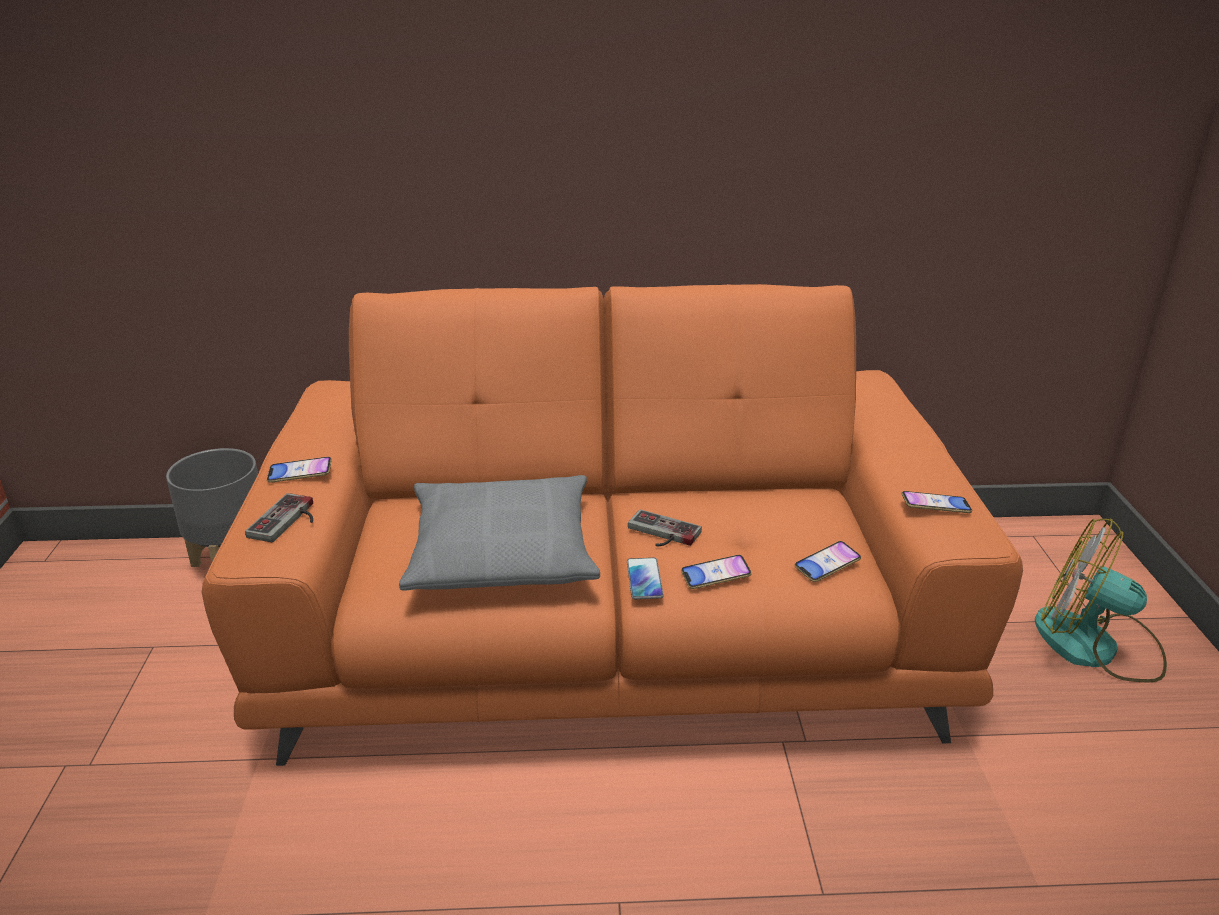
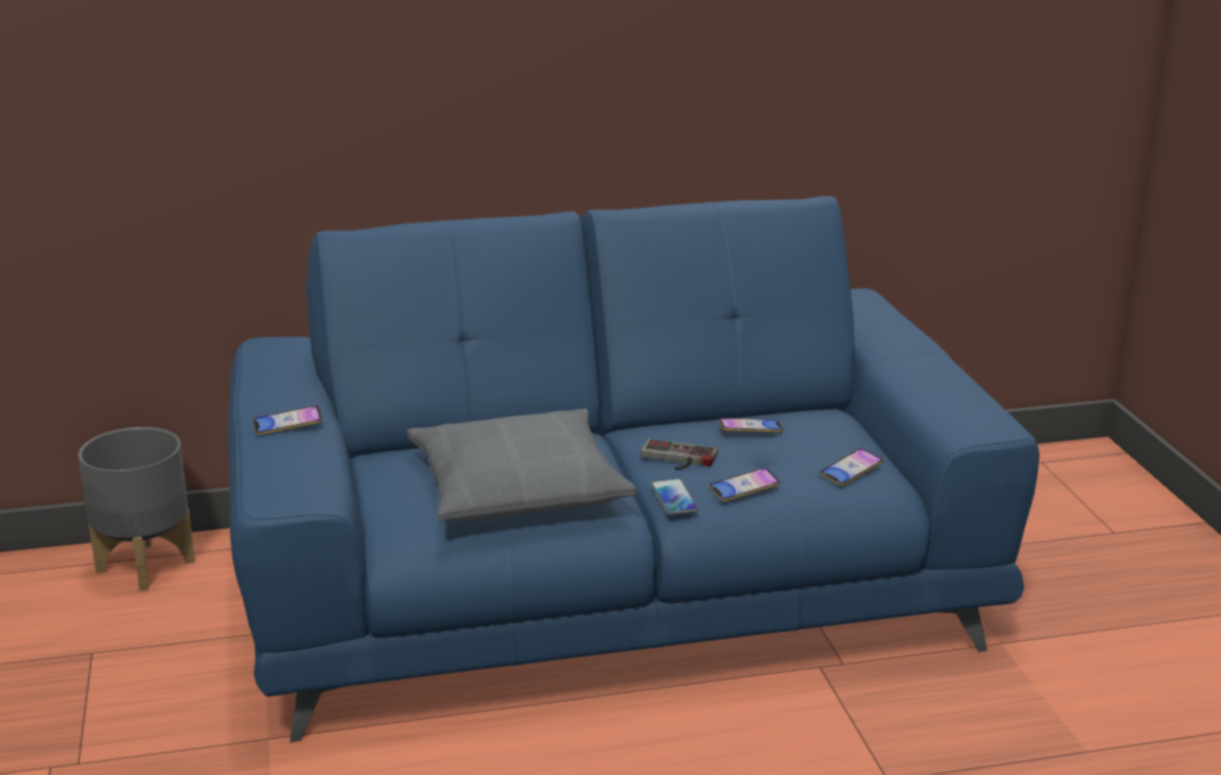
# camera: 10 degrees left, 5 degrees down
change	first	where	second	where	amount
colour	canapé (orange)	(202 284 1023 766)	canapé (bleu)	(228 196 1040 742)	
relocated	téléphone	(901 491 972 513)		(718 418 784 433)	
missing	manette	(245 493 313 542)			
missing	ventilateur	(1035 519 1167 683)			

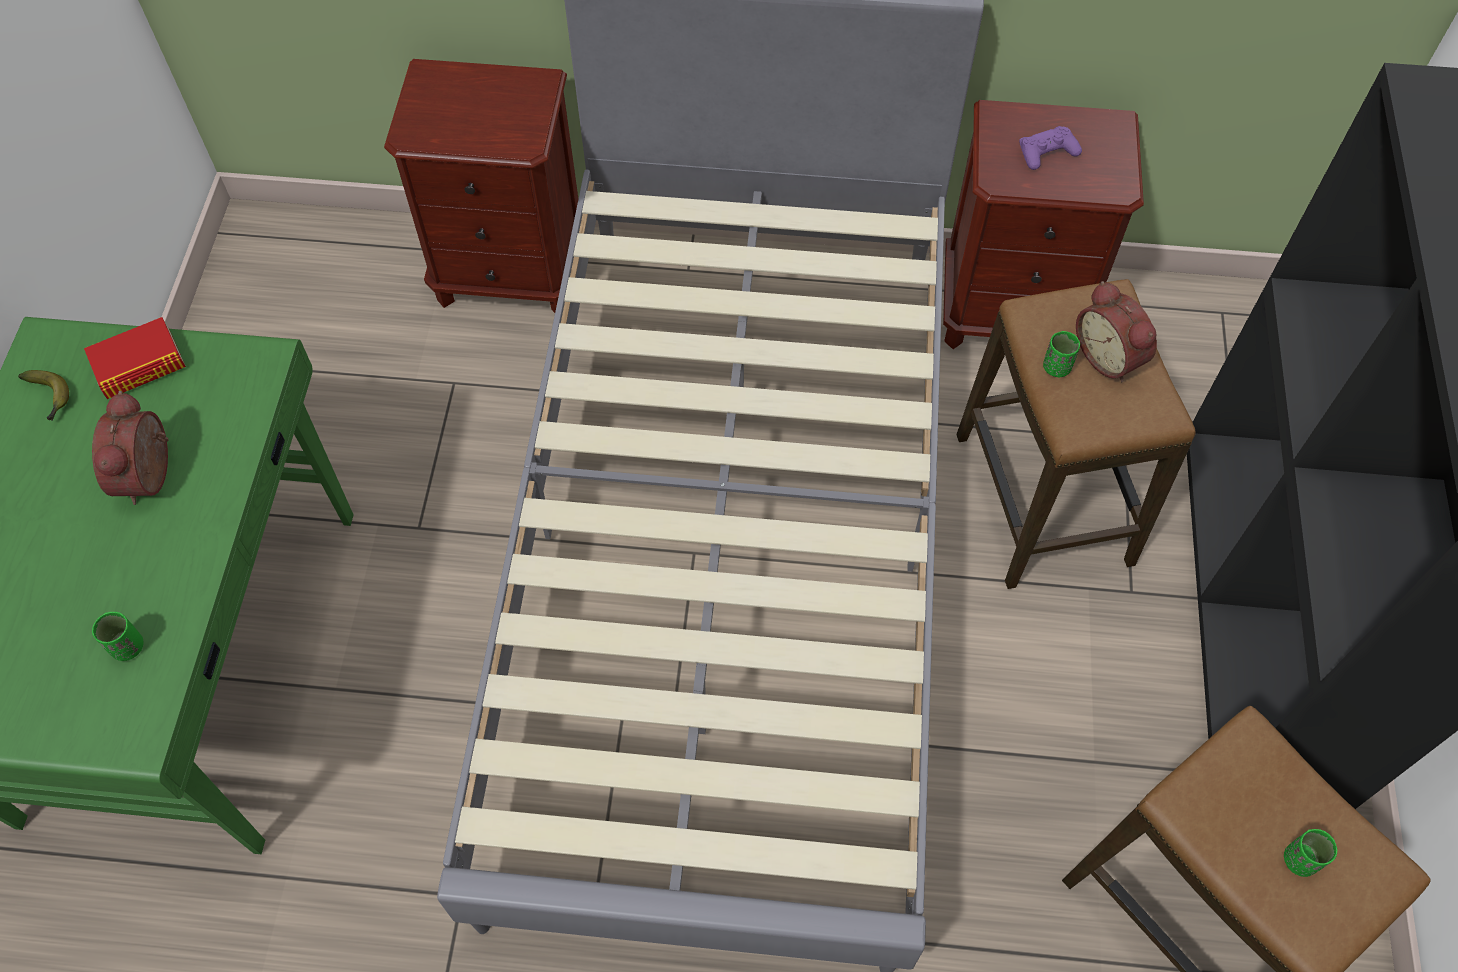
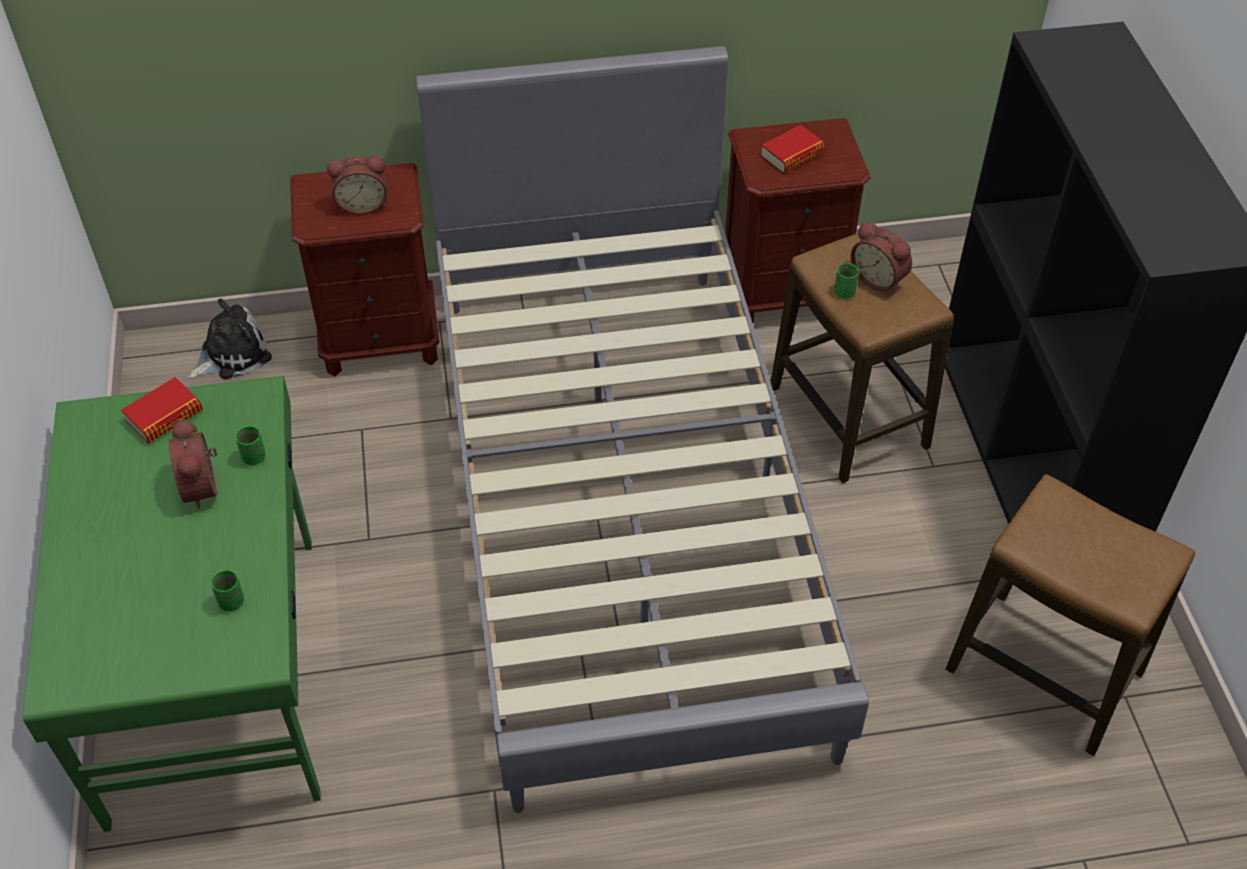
# camera: 15 degrees left, 10 degrees down
change	first	where	second	where	amount
exchanged	manette (violet)	(1019 126 1082 170)	livre	(761 125 825 173)	
missing	banane	(18 370 69 421)			
relocated	tasse (vert)	(1284 829 1337 877)		(235 426 266 465)	
appeared			réveil	(327 156 387 215)	
appeared			peluche	(188 299 272 379)	

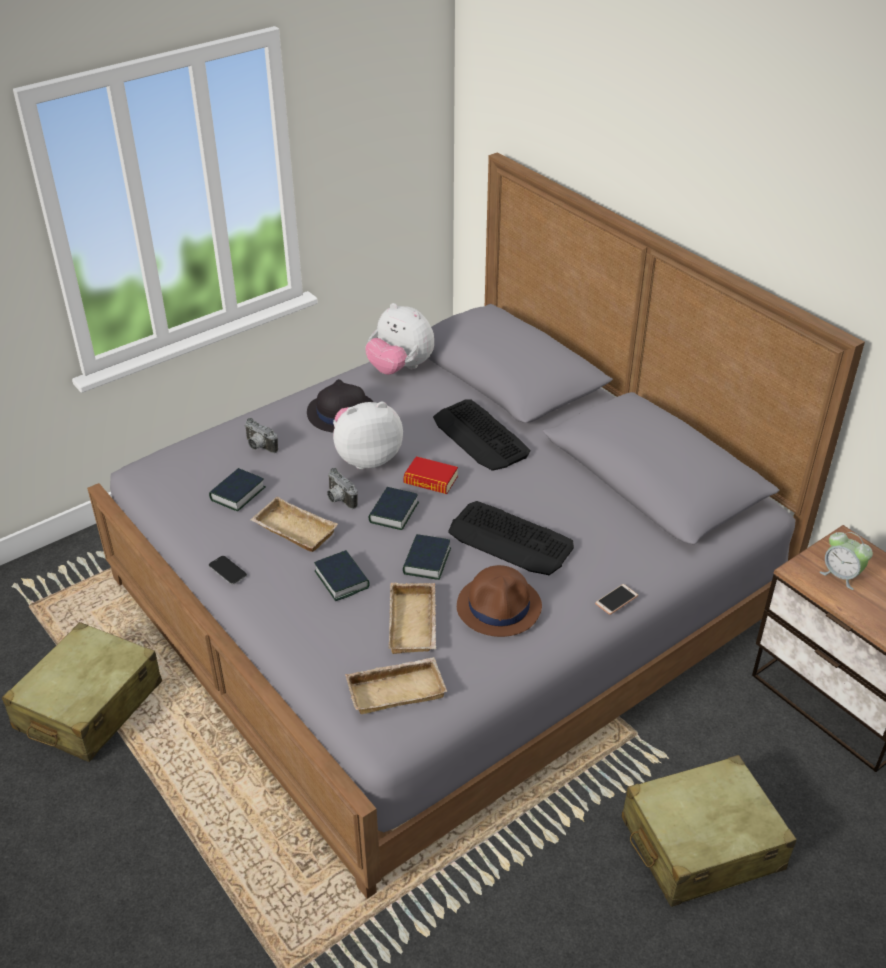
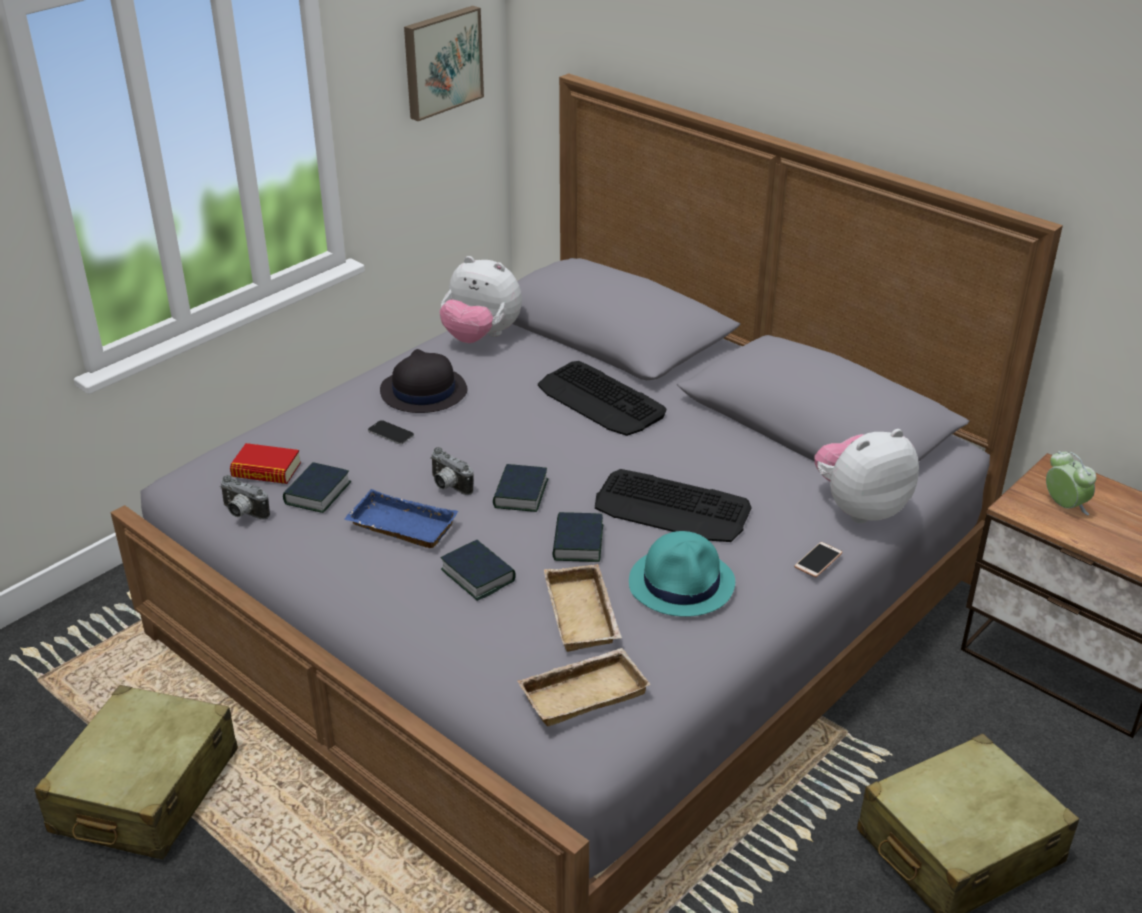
# camera: 10 degrees left, 5 degrees down
change	first	where	second	where	amount
relocated	peluche	(333 402 403 469)		(814 429 919 523)	
relocated	appareil photo	(244 418 278 453)		(220 475 270 520)	
relocated	livre	(403 456 458 494)		(230 443 301 484)	
colour	plateau (beige)	(250 496 338 552)	plateau (bleu)	(344 489 458 548)	
spun	réveil	(820 532 873 590)		(1046 451 1096 515)	150 degrees counterclockwise
relocated	téléphone	(209 556 247 585)		(368 420 414 444)	
colour	chapeau (marron)	(457 565 542 637)	chapeau (turquoise)	(629 531 735 617)	
appeared			tableau	(404 6 484 121)	

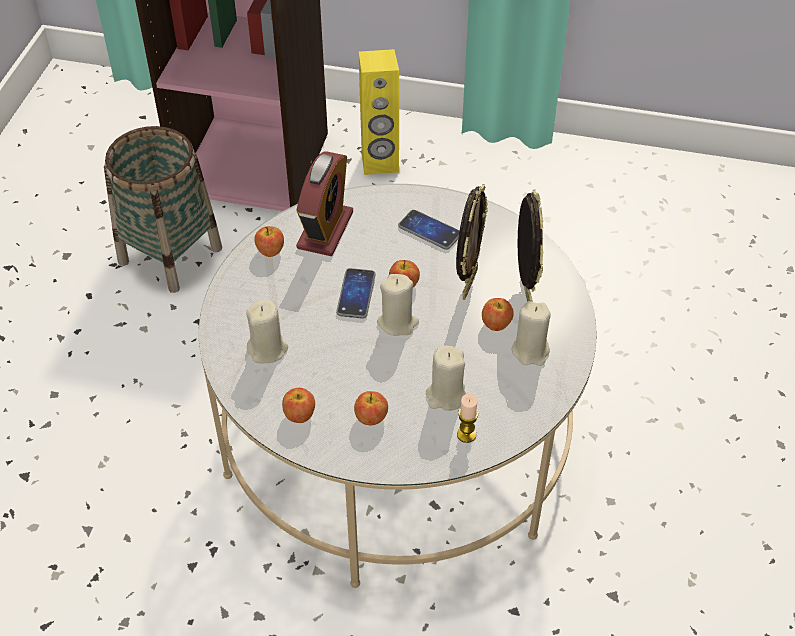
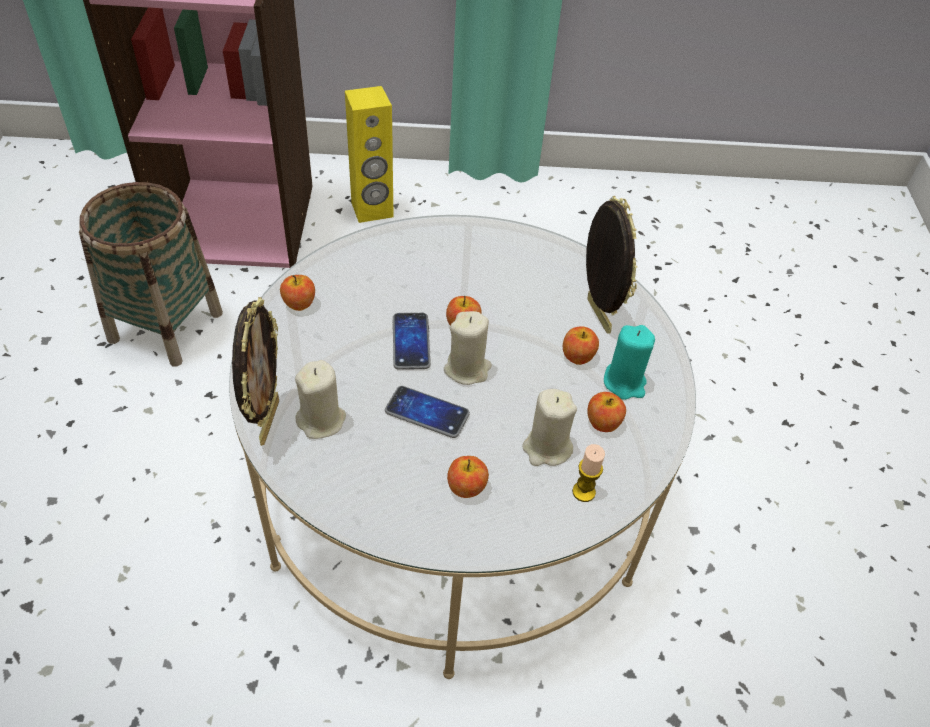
# camera: 15 degrees left, 0 degrees up
change	first	where	second	where	amount
missing	réveil	(296 152 353 256)			
relocated	cadre photo	(456 184 488 300)		(232 297 279 446)	
relocated	téléphone	(398 210 460 250)		(385 386 470 438)	
colour	bougie (beige)	(512 301 551 366)	bougie (turquoise)	(604 325 655 400)	
relocated	pomme	(282 388 315 423)		(587 392 626 432)	

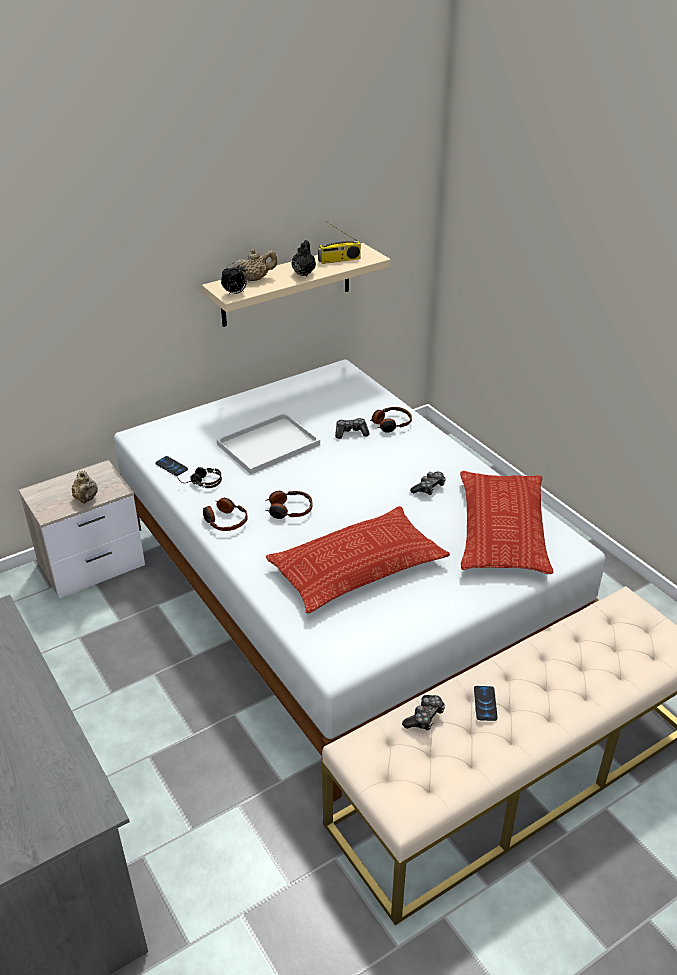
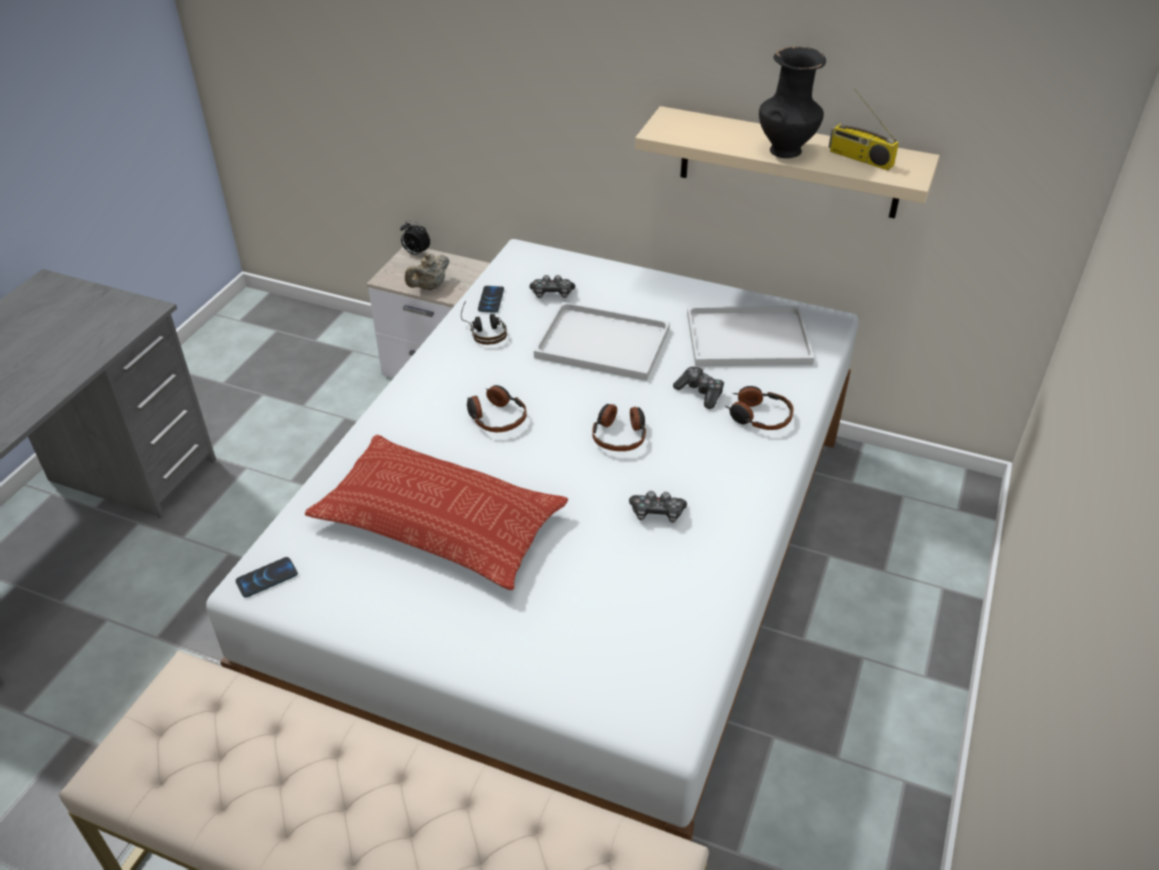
# camera: 55 degrees right, 5 degrees up
change	first	where	second	where	amount
exchanged	théière (noir)	(291 240 316 276)	vase (noir)	(759 46 826 158)	
missing	théière (beige)	(233 249 277 281)			
relocated	réveil	(221 262 247 296)		(400 220 430 256)	
missing	coussin	(460 471 553 574)			
relocated	casque audio	(203 498 248 531)		(592 404 646 451)	
relocated	téléphone	(474 686 498 721)		(236 557 298 598)	
relocated	manette	(402 695 445 730)		(529 275 575 298)	
appeared			plateau (blanc)	(687 306 814 367)	

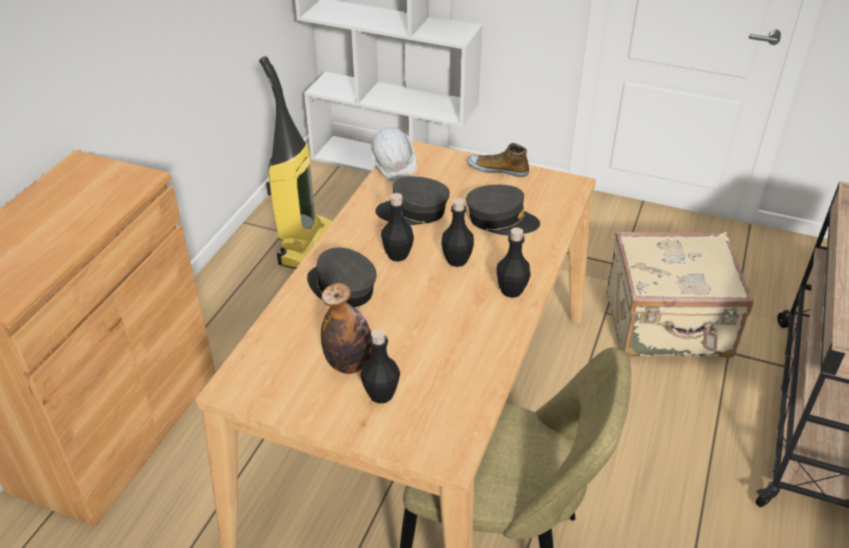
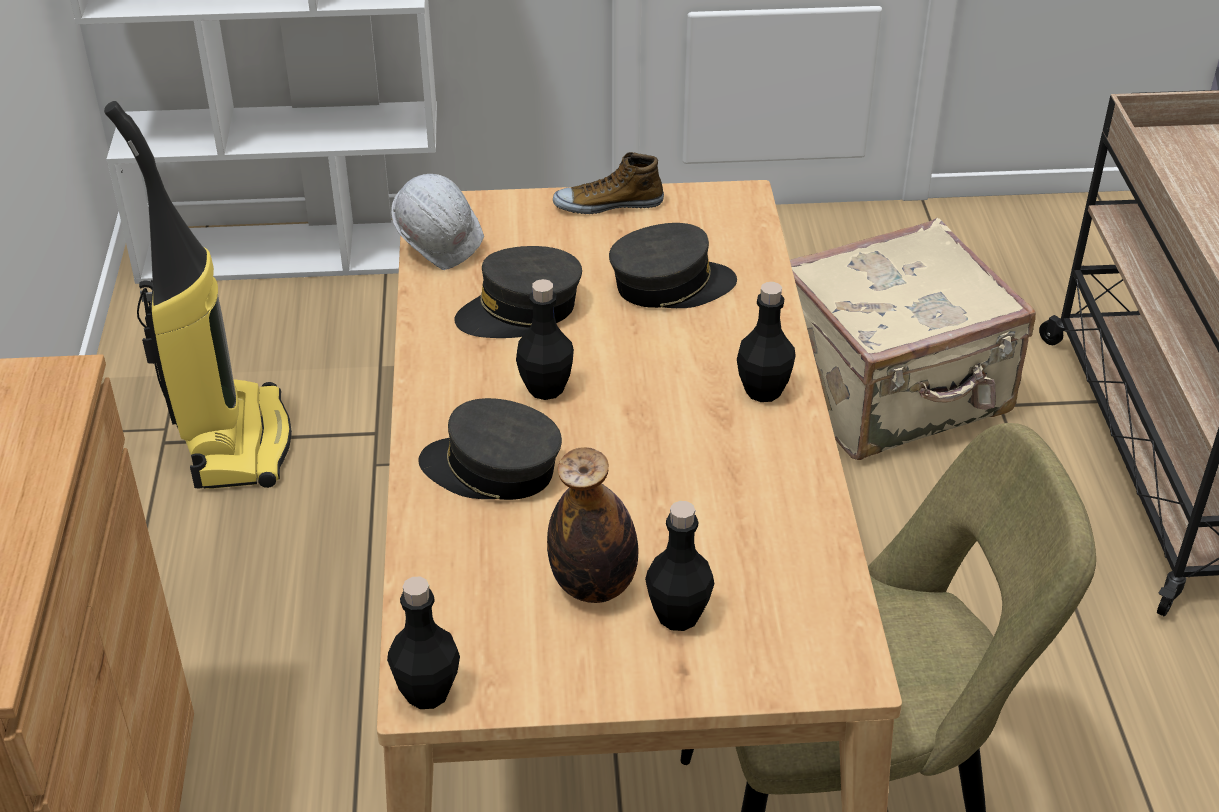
# camera: 25 degrees left, 0 degrees up
change	first	where	second	where	amount
relocated	bouteille (noir)	(441 198 474 267)		(387 577 460 709)	

